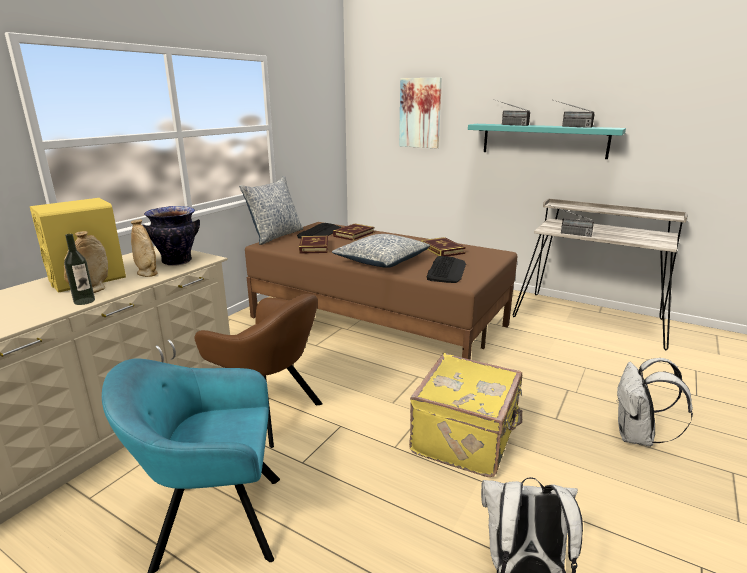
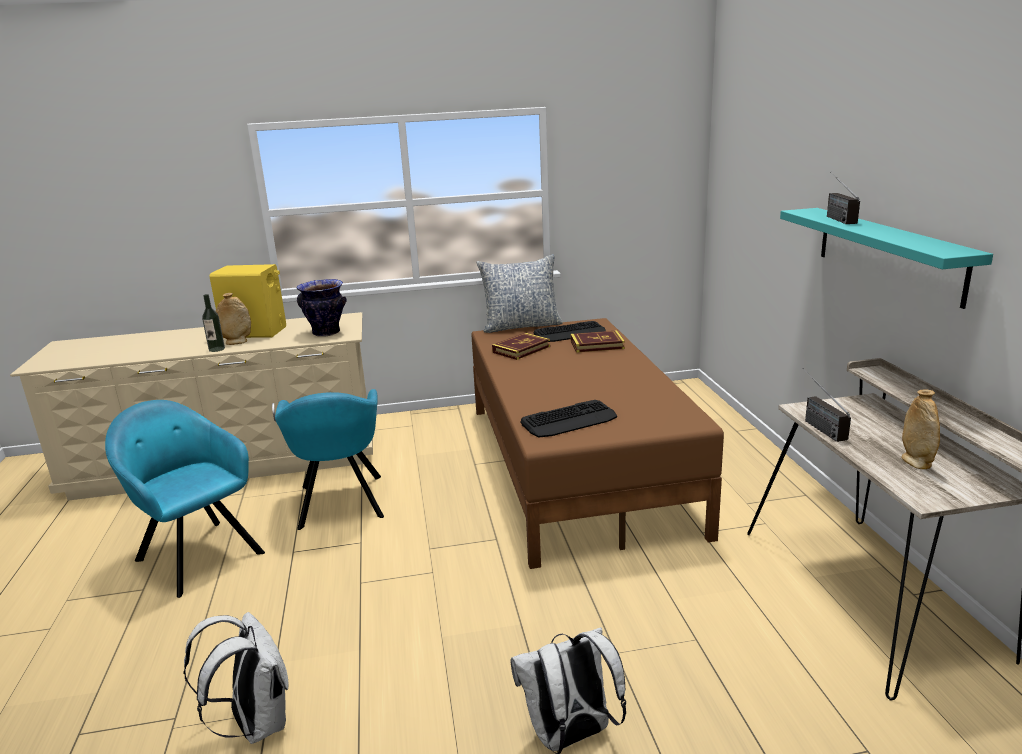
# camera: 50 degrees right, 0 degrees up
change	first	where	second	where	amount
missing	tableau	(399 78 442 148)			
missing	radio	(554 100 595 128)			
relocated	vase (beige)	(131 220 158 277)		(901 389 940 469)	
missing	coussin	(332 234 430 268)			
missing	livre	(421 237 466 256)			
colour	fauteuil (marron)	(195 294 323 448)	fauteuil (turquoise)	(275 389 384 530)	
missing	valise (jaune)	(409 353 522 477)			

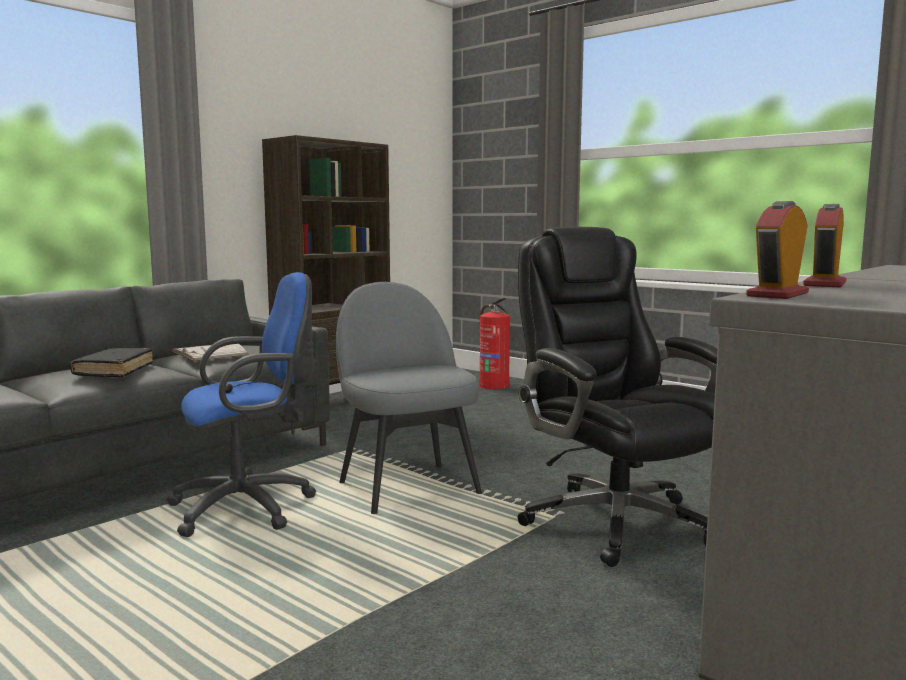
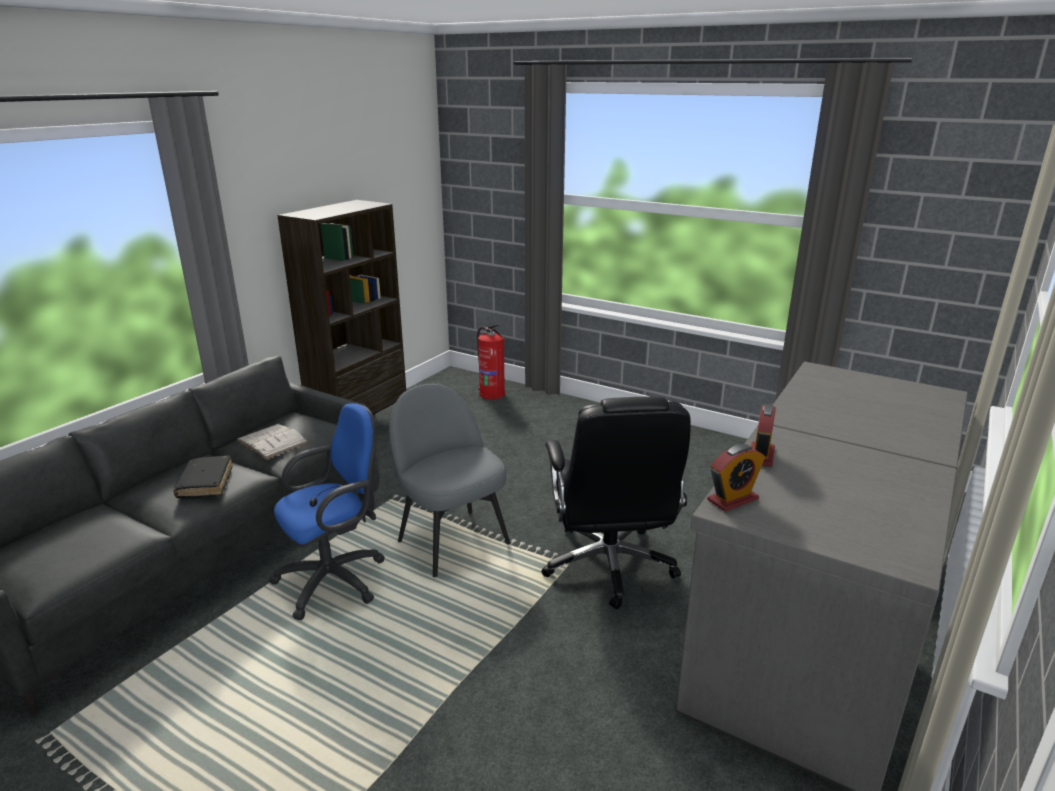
# camera: 10 degrees left, 15 degrees up
change	first	where	second	where	amount
spun	réveil	(746 201 809 299)		(707 444 765 511)	150 degrees counterclockwise
spun	chaise de bureau (noir)	(517 227 718 567)		(541 396 691 609)	150 degrees counterclockwise

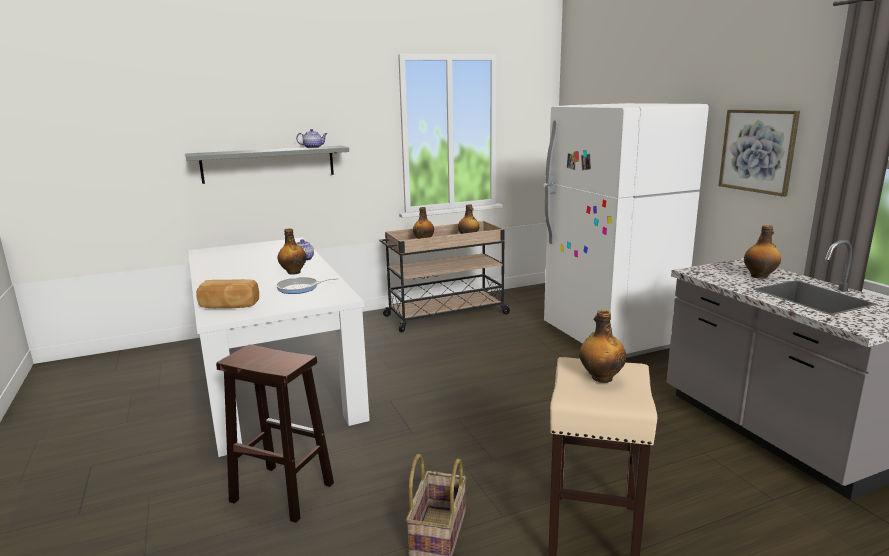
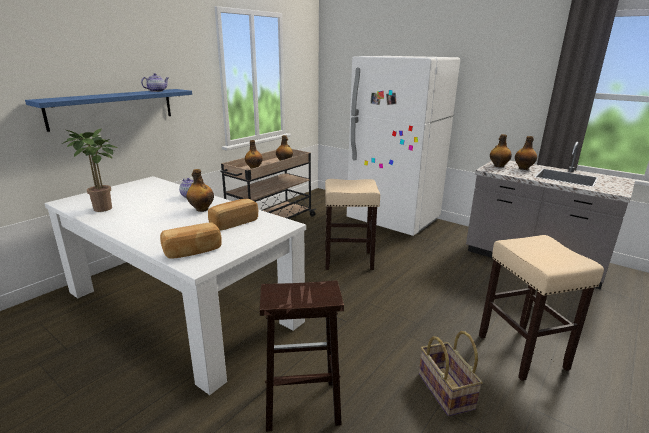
# camera: 30 degrees left, 5 degrees up
change	first	where	second	where	amount
missing	tableau	(718 110 800 197)			
colour	étagère (gris)	(185 145 349 184)	étagère (bleu)	(25 89 192 132)	
exchanged	poêle	(276 277 339 294)	pain	(208 199 258 231)	
relocated	bouteille	(579 310 626 383)		(490 134 512 167)	
appeared			plante en pot	(62 128 118 212)	
appeared			tabouret (beige)	(325 179 380 270)	

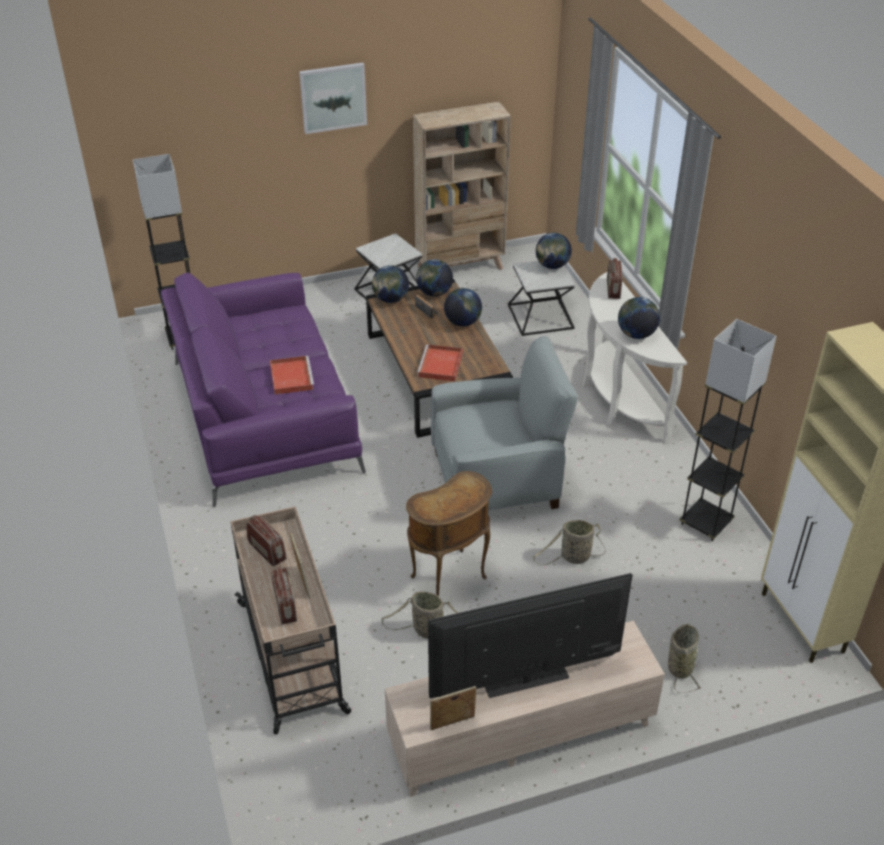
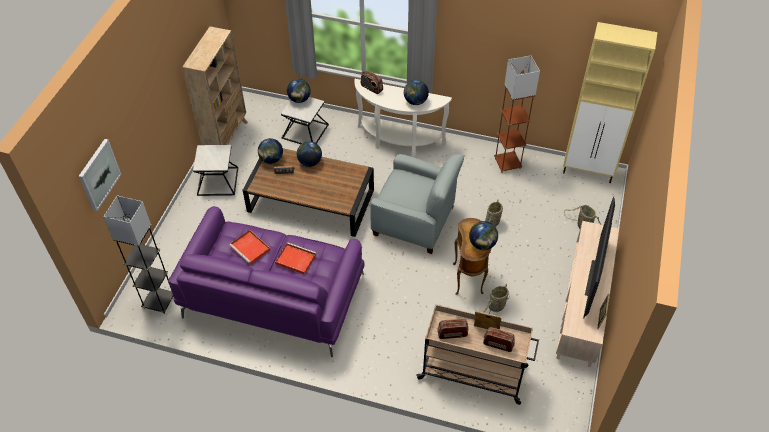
# camera: 55 degrees left, 10 degrees up
change	first	where	second	where	amount
relocated	tableau	(299 63 367 134)		(79 139 121 211)	
relocated	globe	(372 265 409 303)		(469 221 498 250)	
colour	lampadaire (gris)	(679 319 776 541)	lampadaire (marron)	(494 55 540 173)	
spun	fauteuil (gris)	(431 336 578 510)		(370 154 464 254)	90 degrees clockwise
relocated	plateau (rouge)	(417 344 463 381)		(229 230 271 265)	

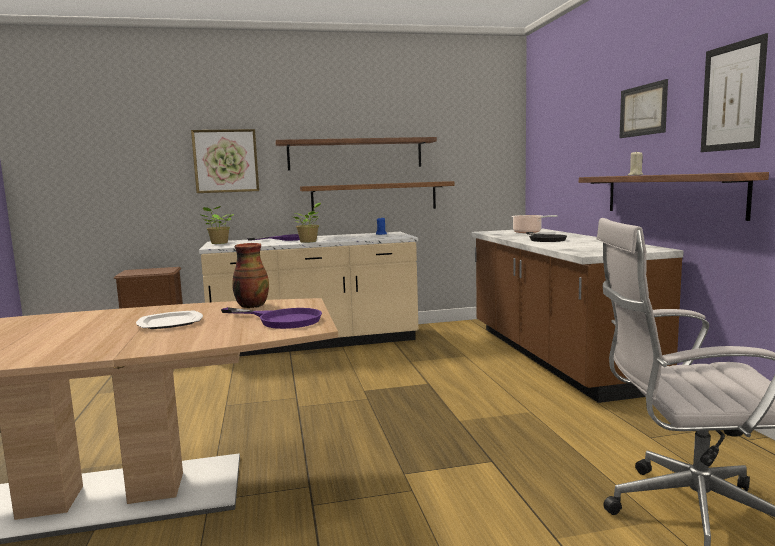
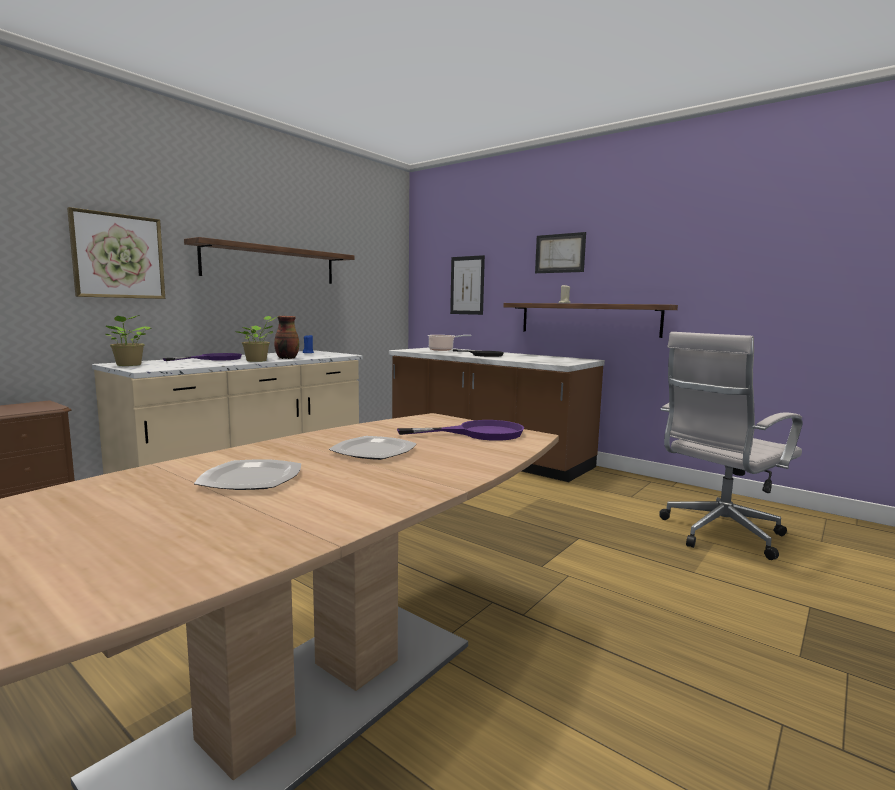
# camera: 40 degrees left, 0 degrees up
change	first	where	second	where	amount
relocated	tableau	(701 33 768 152)		(450 255 485 315)	
missing	étagère	(300 181 454 211)			
relocated	vase	(232 243 269 308)		(274 316 299 359)	
appeared			assiette	(194 459 301 490)	

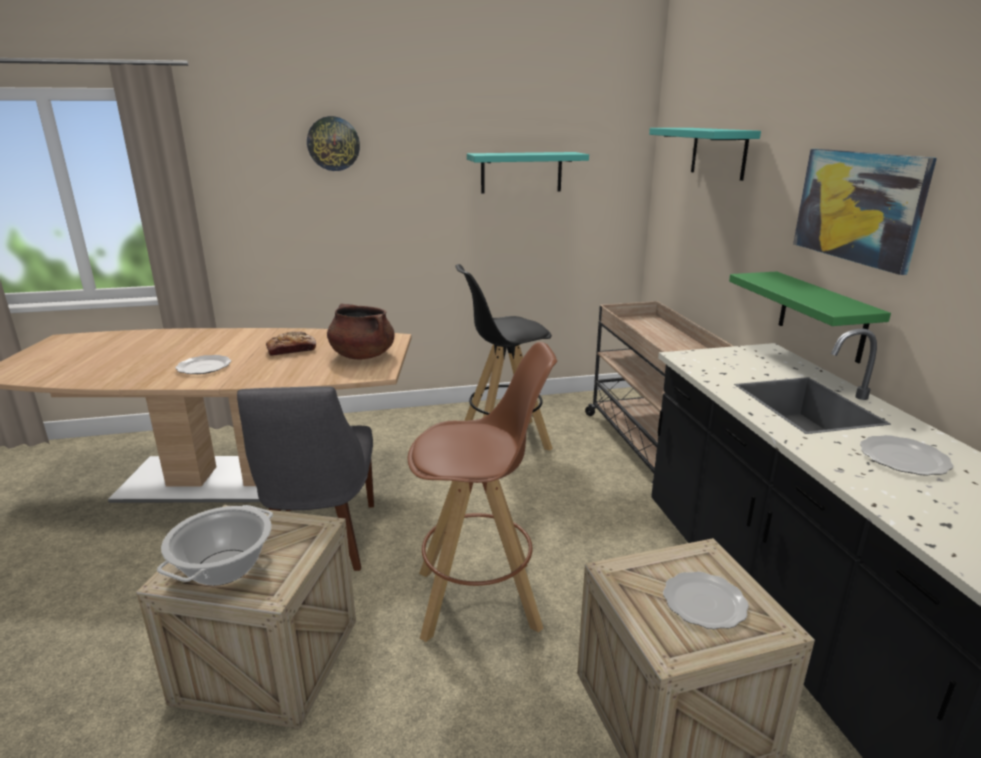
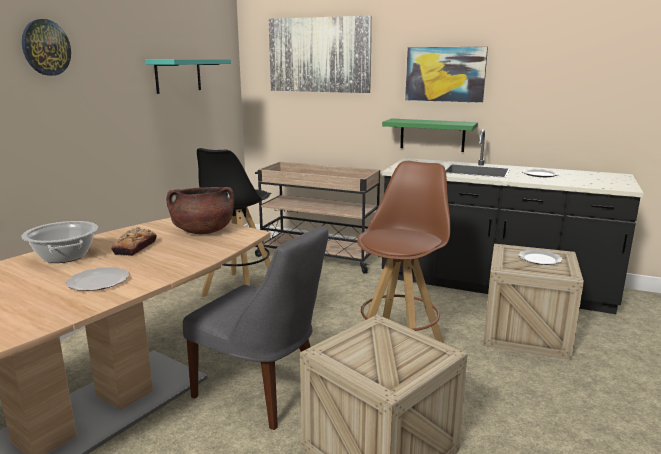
# camera: 55 degrees left, 5 degrees down
change	first	where	second	where	amount
exchanged	étagère (turquoise)	(649 128 761 181)	tableau	(268 16 372 93)	
relocated	marmite	(157 505 273 586)		(21 221 98 263)	

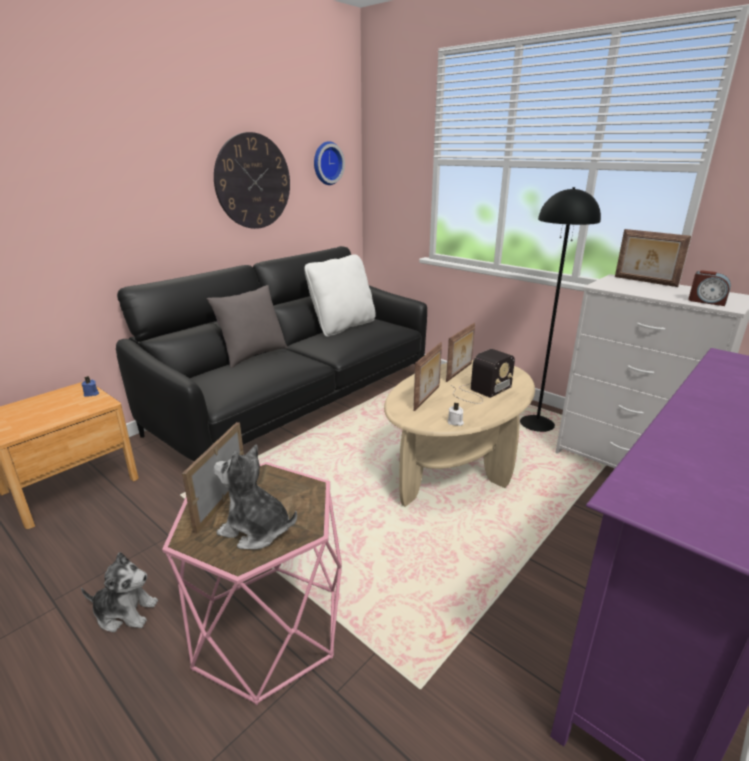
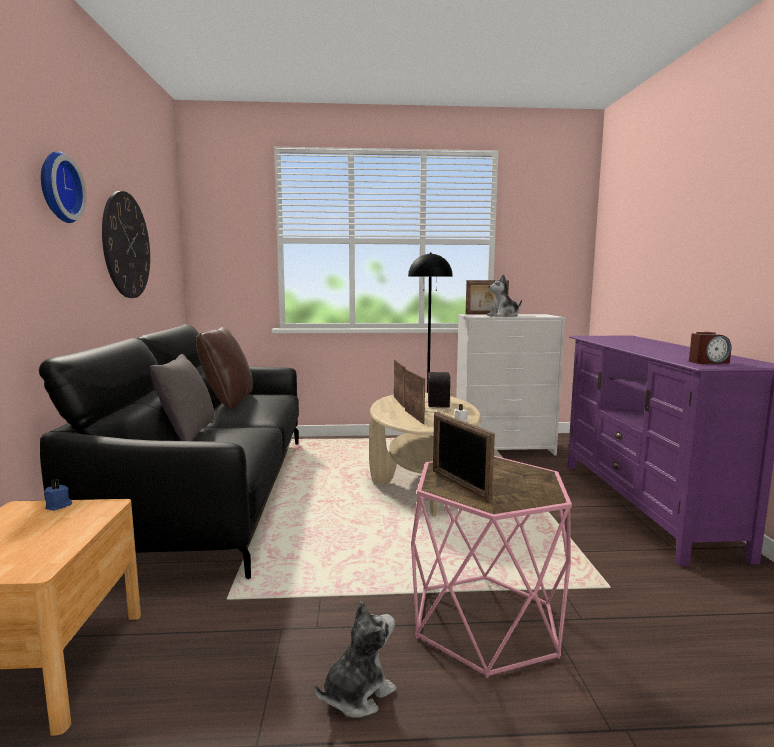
# camera: 45 degrees left, 15 degrees down
change	first	where	second	where	amount
relocated	horloge murale	(314 141 345 185)		(41 151 86 223)	
colour	coussin (blanc)	(305 255 376 337)	coussin (marron)	(196 327 253 409)	
relocated	réveil	(688 270 731 306)		(689 332 731 364)	
relocated	peluche	(213 444 297 550)		(487 274 522 317)	

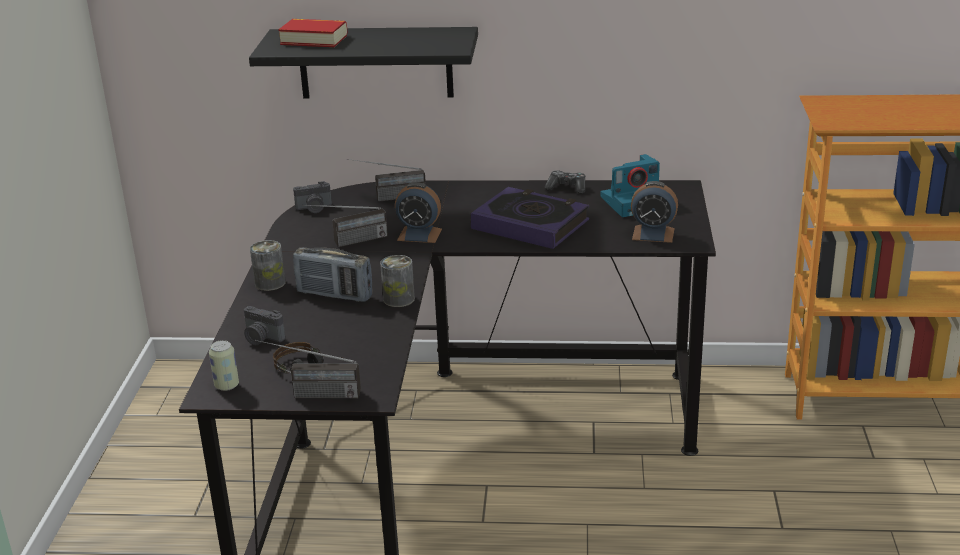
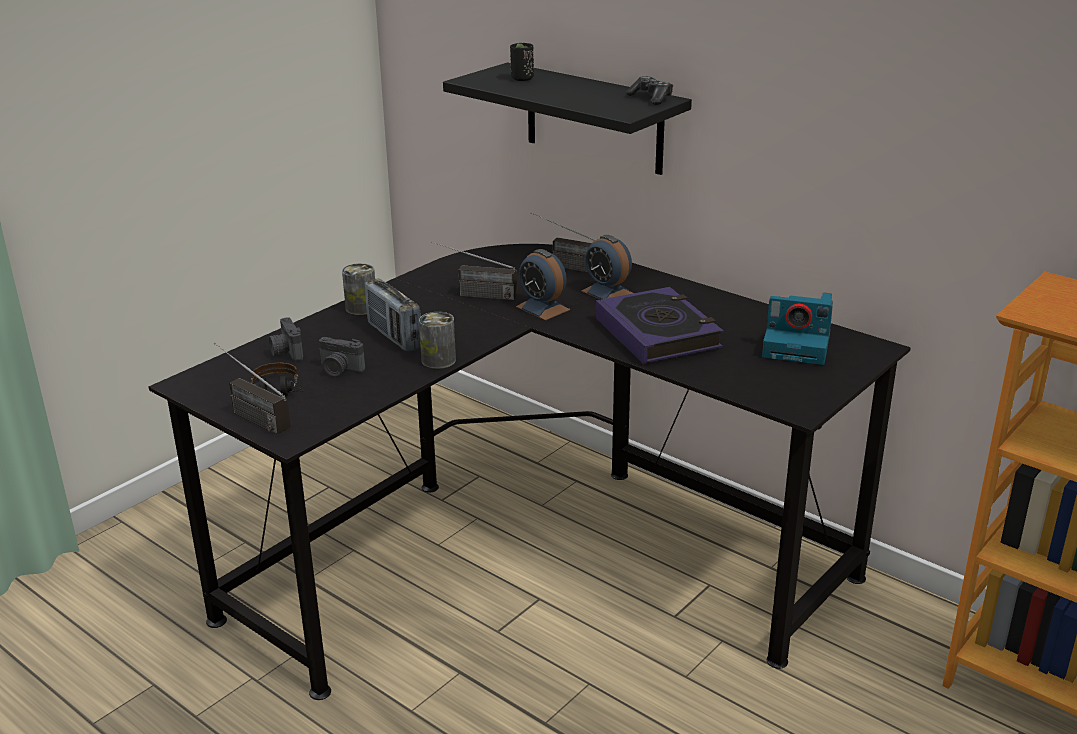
# camera: 35 degrees right, 0 degrees up
change	first	where	second	where	amount
exchanged	livre	(278 19 348 47)	tasse (noir)	(510 43 534 81)	
relocated	manette	(545 170 586 194)		(626 76 673 105)	
relocated	appareil photo	(293 181 332 213)		(319 337 365 377)	
relocated	réveil	(631 181 678 243)		(582 235 633 300)	
missing	boîte métallique	(209 340 239 391)			

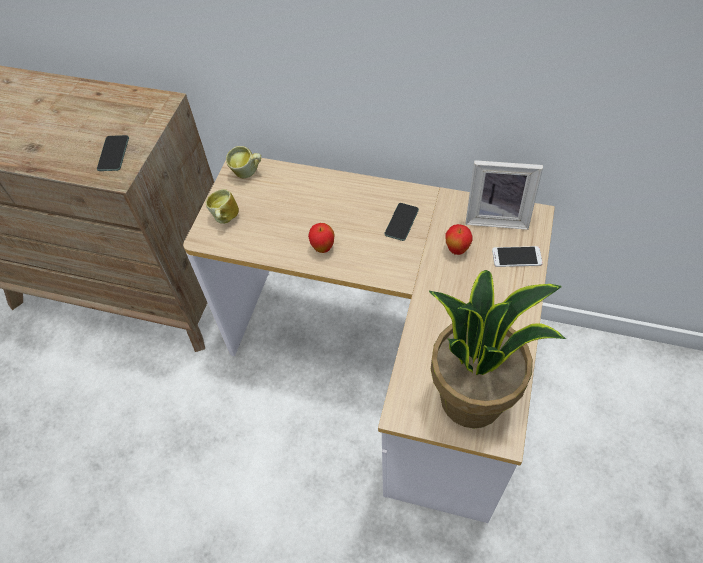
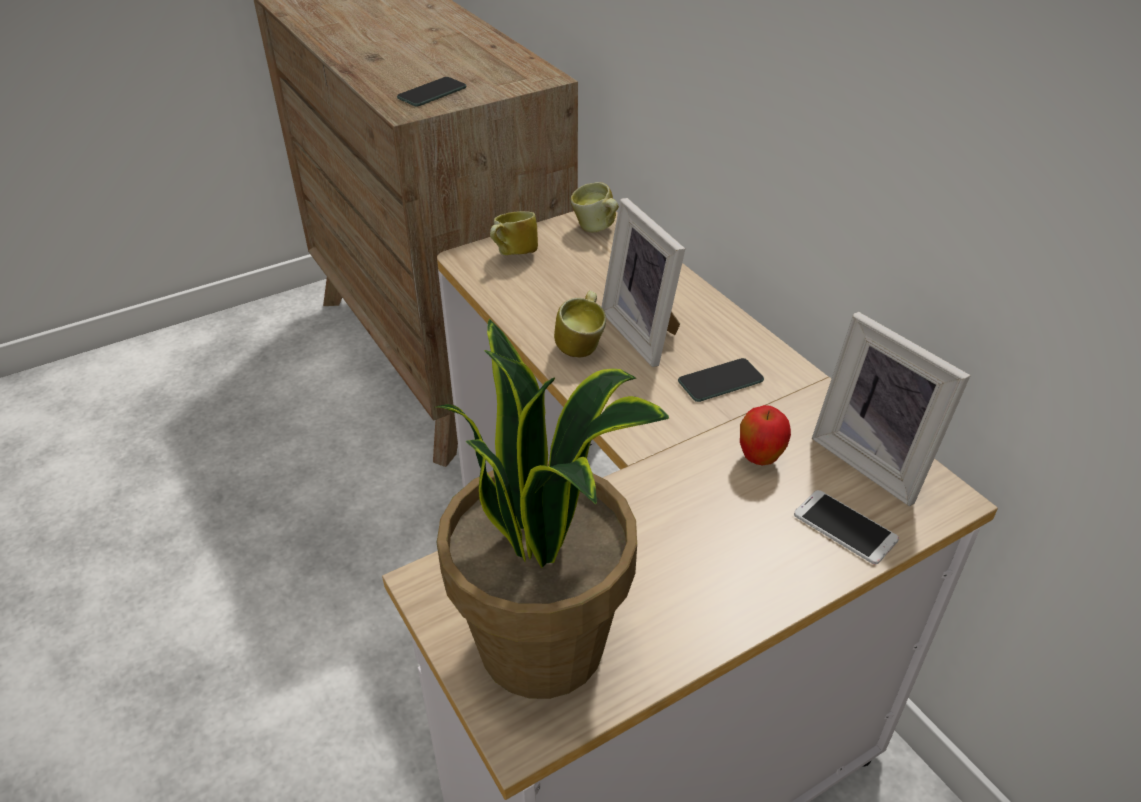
# camera: 40 degrees right, 15 degrees down
change	first	where	second	where	amount
exchanged	pomme	(308 223 335 253)	mug	(554 290 606 357)	
appeared			cadre photo	(602 198 685 367)	

